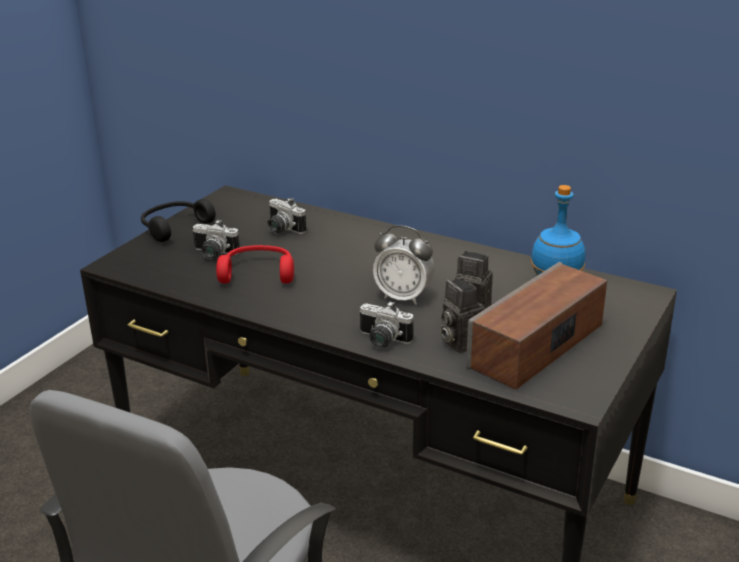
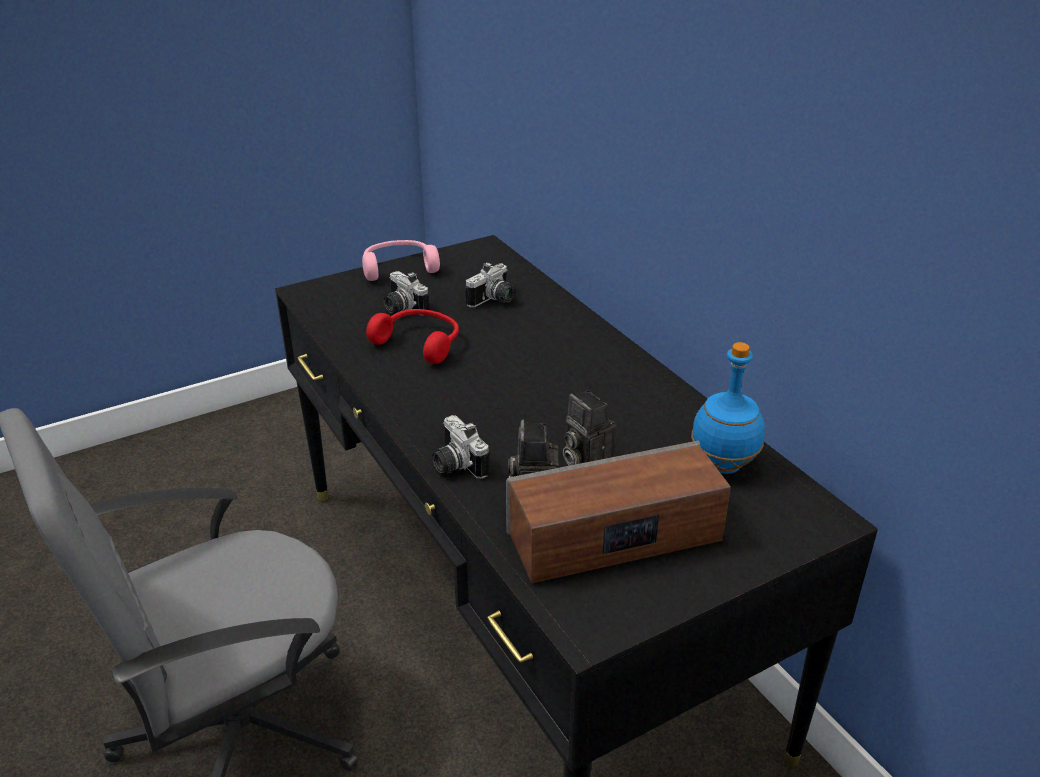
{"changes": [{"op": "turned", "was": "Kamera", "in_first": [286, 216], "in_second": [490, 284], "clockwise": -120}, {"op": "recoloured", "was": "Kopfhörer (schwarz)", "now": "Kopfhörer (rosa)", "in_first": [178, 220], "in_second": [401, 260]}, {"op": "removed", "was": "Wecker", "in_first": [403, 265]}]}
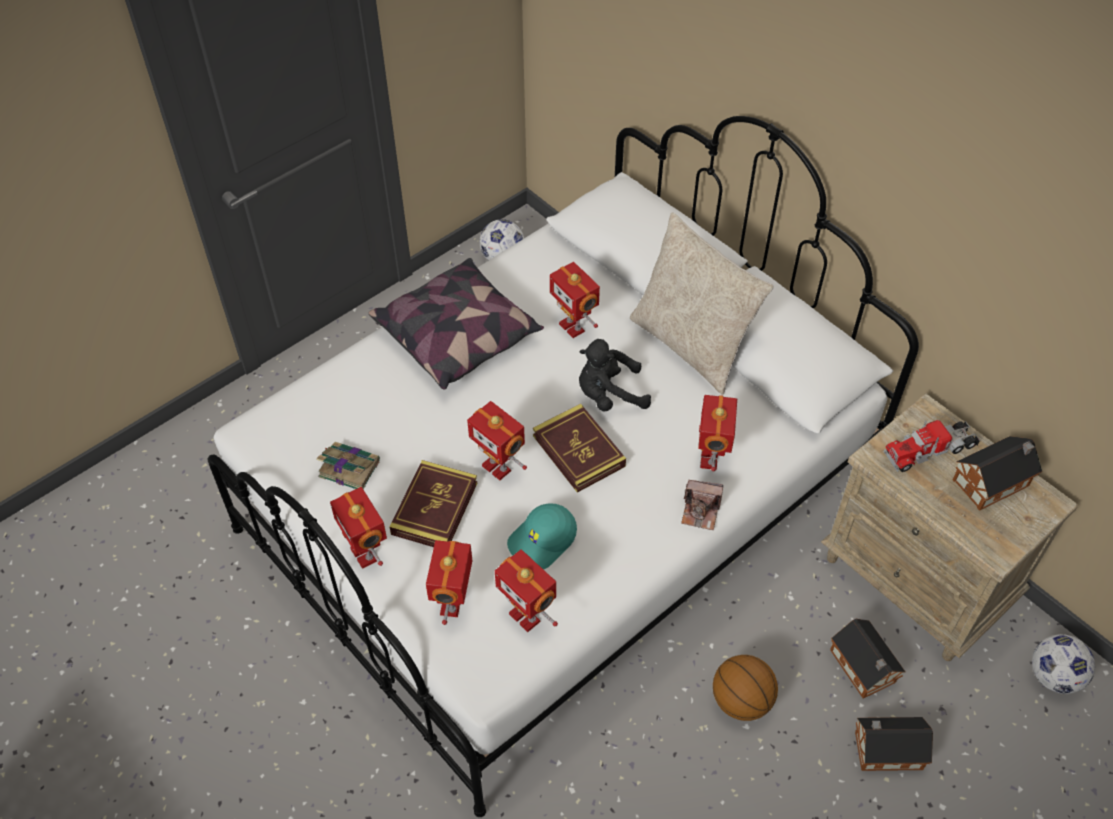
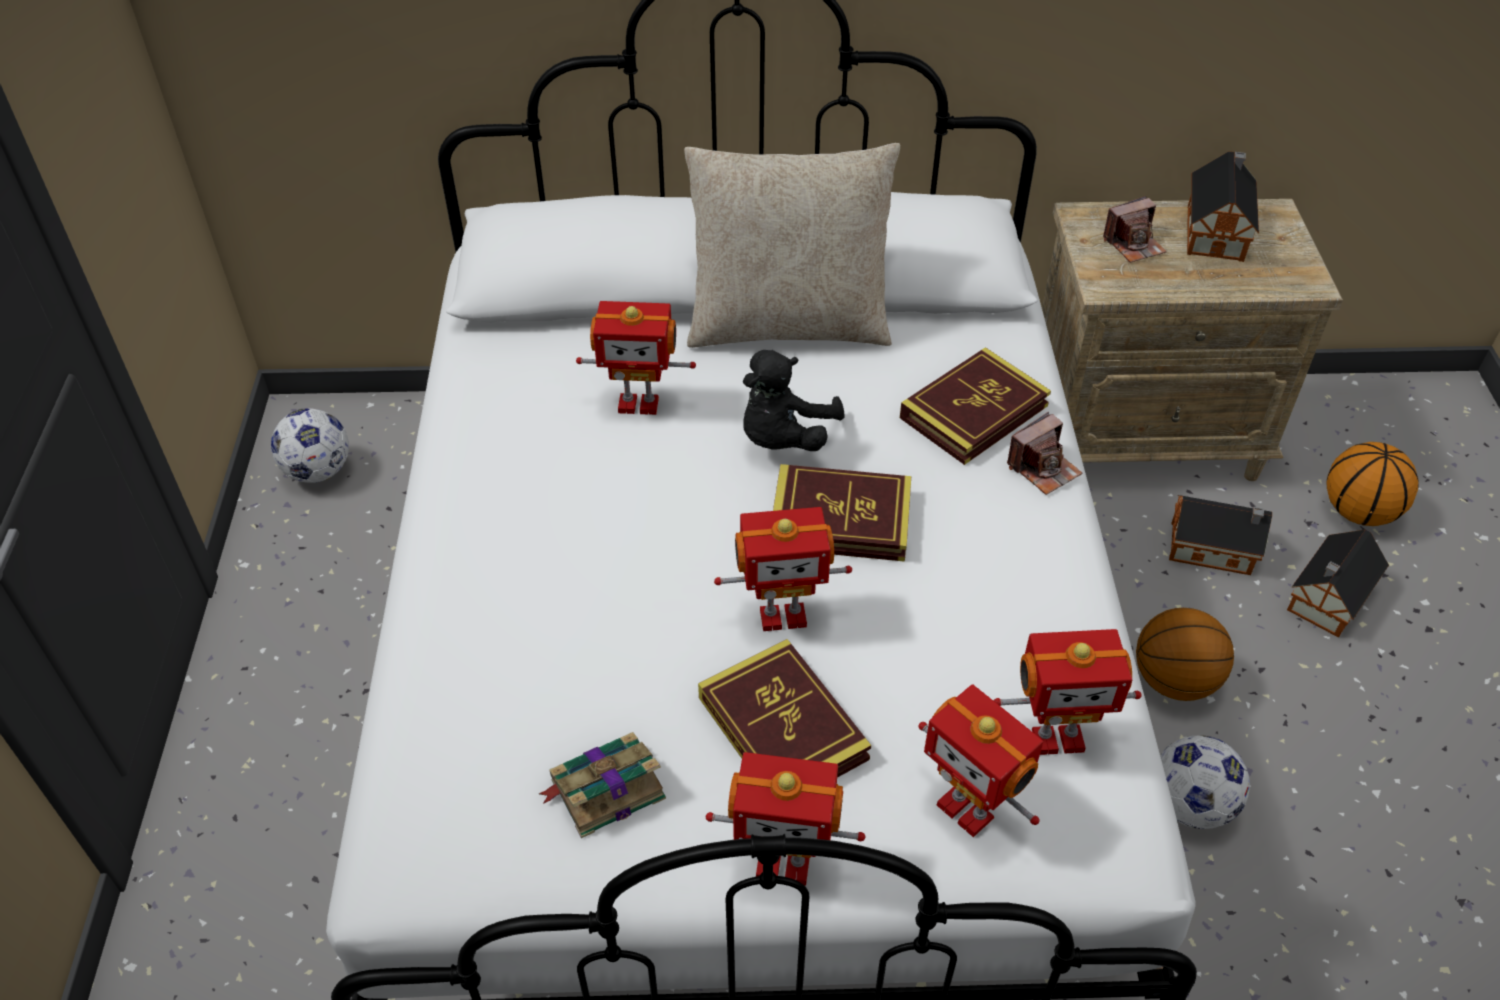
{"changes": [{"op": "removed", "was": "Kissen", "in_first": [456, 324]}, {"op": "replaced", "was": "Spielzeugroboter", "now": "Buch", "in_first": [717, 433], "in_second": [975, 406]}, {"op": "replaced", "was": "Spielzeuglaster", "now": "Kamera", "in_first": [932, 446], "in_second": [1135, 229]}, {"op": "removed", "was": "Kappe (türkis)", "in_first": [542, 536]}, {"op": "moved", "was": "Fußball", "in_first": [1063, 664], "in_second": [1205, 782]}, {"op": "added", "now": "Basketball", "in_second": [1373, 484]}]}
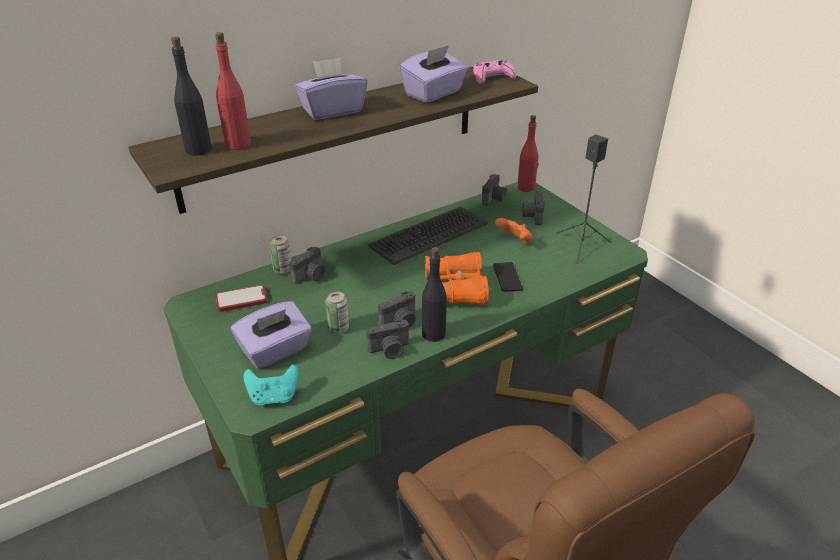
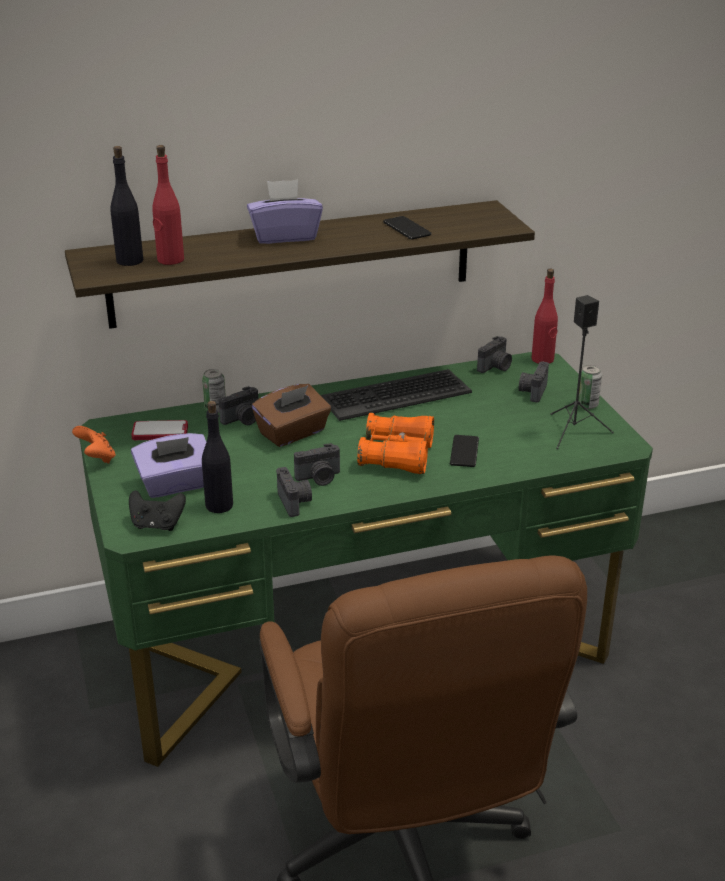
{"changes": [{"op": "replaced", "was": "Taschentuchbox (lila)", "now": "Handy", "in_first": [433, 74], "in_second": [407, 228]}, {"op": "removed", "was": "Gamepad (rosa)", "in_first": [494, 72]}, {"op": "moved", "was": "Gamepad (orange)", "in_first": [514, 231], "in_second": [94, 444]}, {"op": "moved", "was": "Flasche (schwarz)", "in_first": [434, 294], "in_second": [217, 457]}, {"op": "moved", "was": "Dose", "in_first": [337, 312], "in_second": [590, 387]}, {"op": "turned", "was": "Kamera", "in_first": [387, 338], "in_second": [294, 492], "clockwise": -105}, {"op": "recoloured", "was": "Gamepad (türkis)", "now": "Gamepad (schwarz)", "in_first": [271, 384], "in_second": [157, 510]}, {"op": "added", "now": "Taschentuchbox (braun)", "in_second": [291, 415]}]}
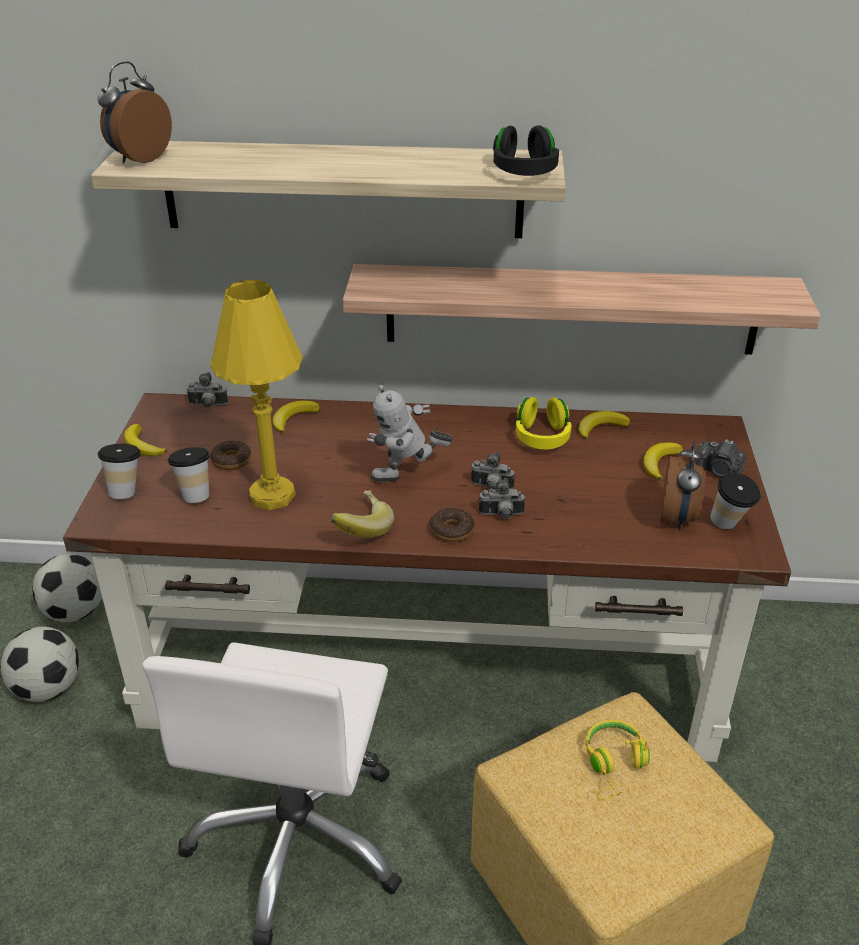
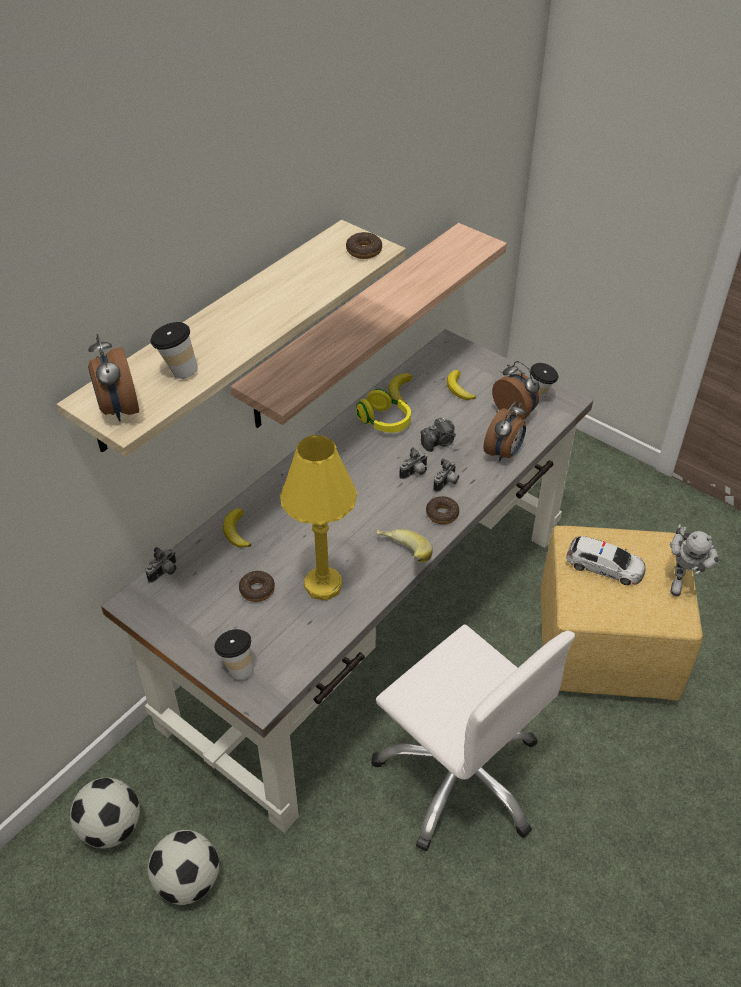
{"changes": [{"op": "replaced", "was": "Kopfhörer (schwarz)", "now": "Donut", "in_first": [526, 150], "in_second": [364, 245]}, {"op": "moved", "was": "Spielzeugroboter", "in_first": [410, 433], "in_second": [695, 560]}, {"op": "recoloured", "was": "Schreibtisch (braun)", "now": "Schreibtisch (grau)", "in_first": [427, 577], "in_second": [347, 581]}, {"op": "removed", "was": "Banane", "in_first": [145, 440]}, {"op": "moved", "was": "Kamera", "in_first": [720, 458], "in_second": [438, 435]}, {"op": "moved", "was": "Tasse", "in_first": [189, 475], "in_second": [174, 350]}, {"op": "replaced", "was": "Kopfhörer (gelb)", "now": "Spielzeugauto", "in_first": [617, 759], "in_second": [606, 560]}, {"op": "added", "now": "Wecker", "in_second": [504, 432]}]}
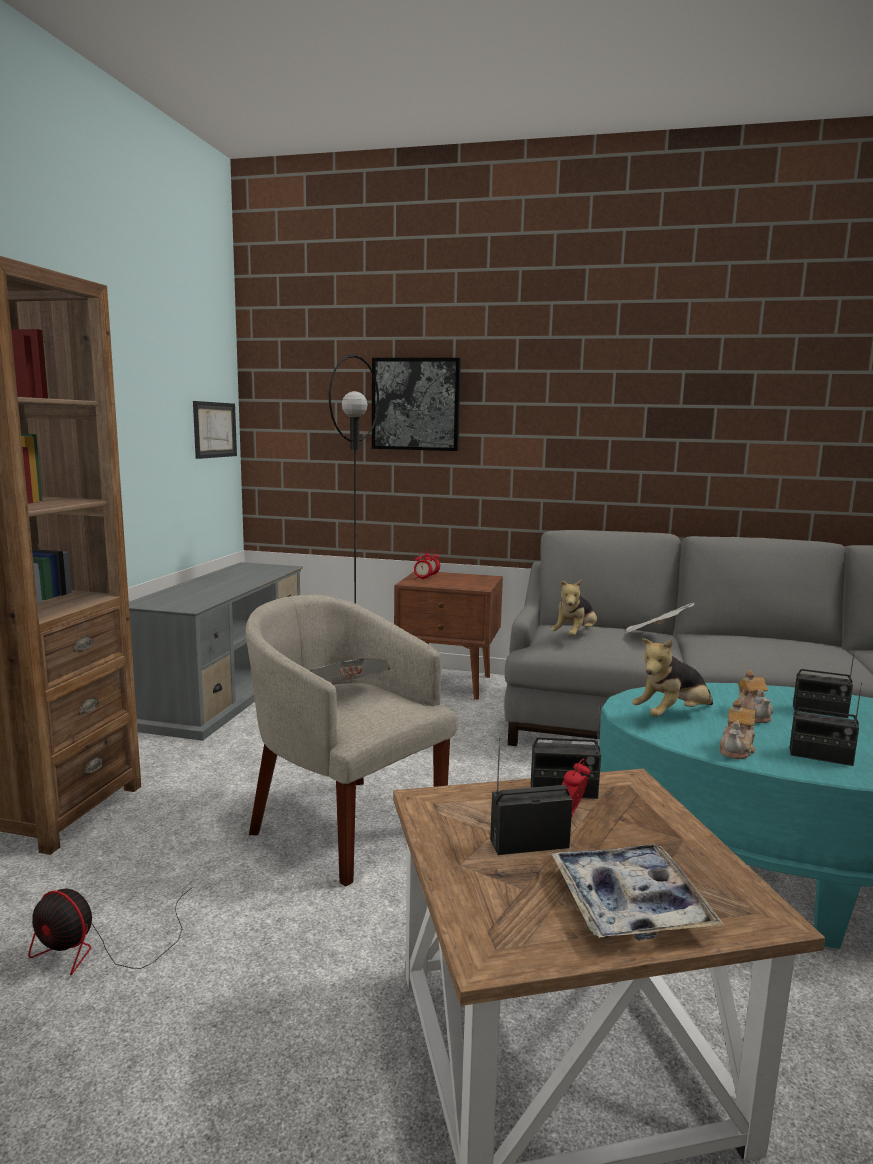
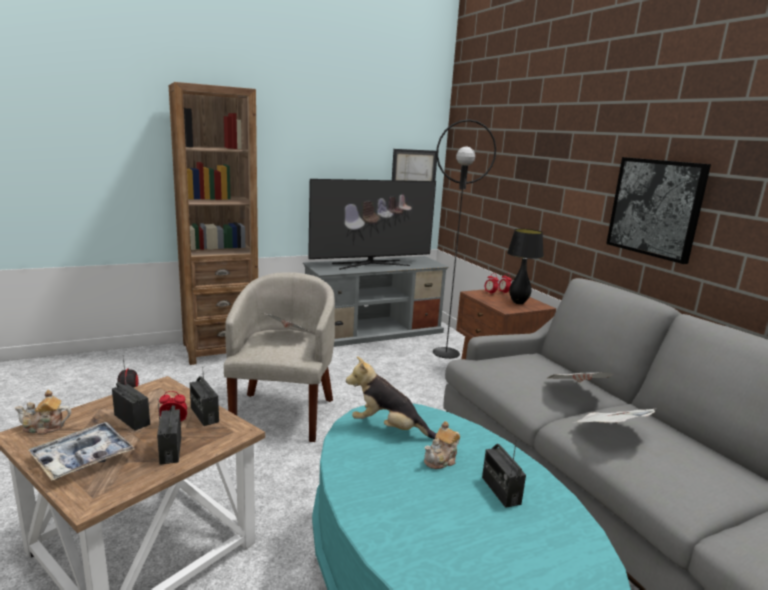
{"changes": [{"op": "moved", "was": "Bild", "in_first": [416, 404], "in_second": [658, 210]}, {"op": "removed", "was": "Plüschtier", "in_first": [573, 607]}, {"op": "moved", "was": "Radio", "in_first": [826, 724], "in_second": [169, 431]}, {"op": "moved", "was": "Teekanne", "in_first": [737, 729], "in_second": [43, 412]}, {"op": "added", "now": "Fernseher", "in_second": [372, 224]}, {"op": "added", "now": "Tischlampe (schwarz)", "in_second": [525, 266]}, {"op": "added", "now": "Zeitung", "in_second": [613, 416]}]}
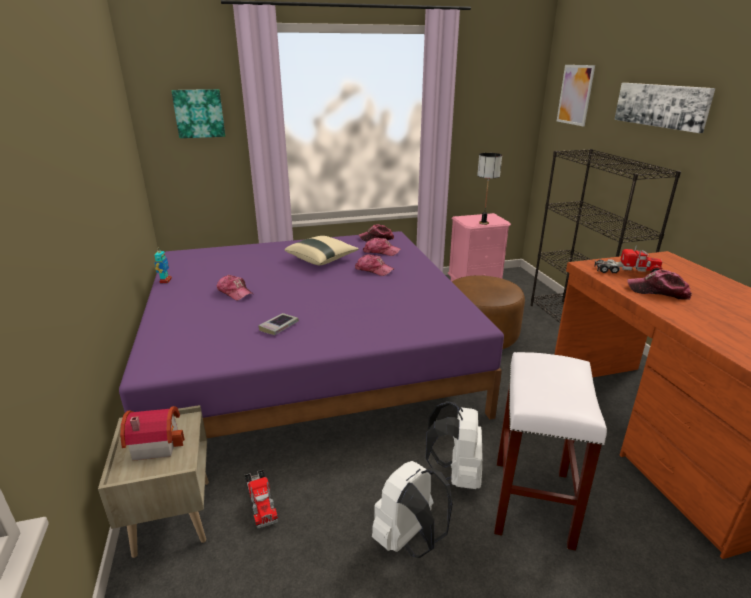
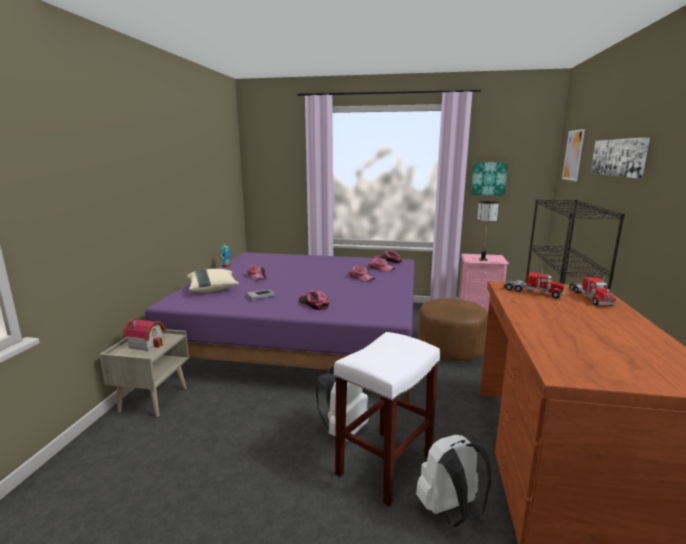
{"changes": [{"op": "moved", "was": "Bild", "in_first": [198, 113], "in_second": [489, 178]}, {"op": "moved", "was": "Kissen (beige)", "in_first": [322, 250], "in_second": [213, 280]}, {"op": "moved", "was": "Kappe", "in_first": [659, 285], "in_second": [314, 300]}, {"op": "moved", "was": "Rucksack (weiß)", "in_first": [412, 509], "in_second": [453, 481]}, {"op": "moved", "was": "Spielzeuglaster", "in_first": [261, 499], "in_second": [592, 291]}]}
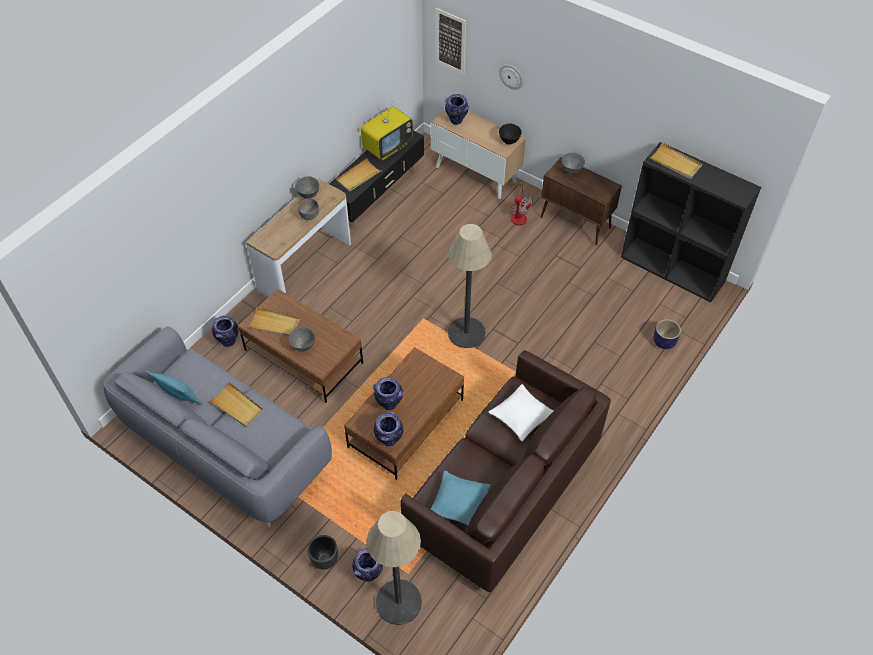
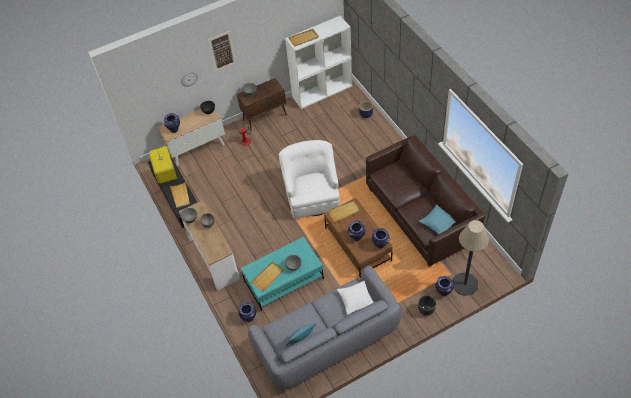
{"changes": [{"op": "moved", "was": "Bild", "in_first": [451, 41], "in_second": [222, 51]}, {"op": "recoloured", "was": "Bücherregal (schwarz)", "now": "Bücherregal (weiß)", "in_first": [691, 222], "in_second": [318, 62]}, {"op": "replaced", "was": "Stehlampe", "now": "Sessel (weiß)", "in_first": [470, 286], "in_second": [309, 179]}, {"op": "recoloured", "was": "Couchtisch (braun)", "now": "Couchtisch (türkis)", "in_first": [300, 346], "in_second": [282, 274]}, {"op": "moved", "was": "Tablett (beige)", "in_first": [236, 404], "in_second": [344, 211]}, {"op": "moved", "was": "Kissen (weiß)", "in_first": [521, 412], "in_second": [355, 298]}]}
